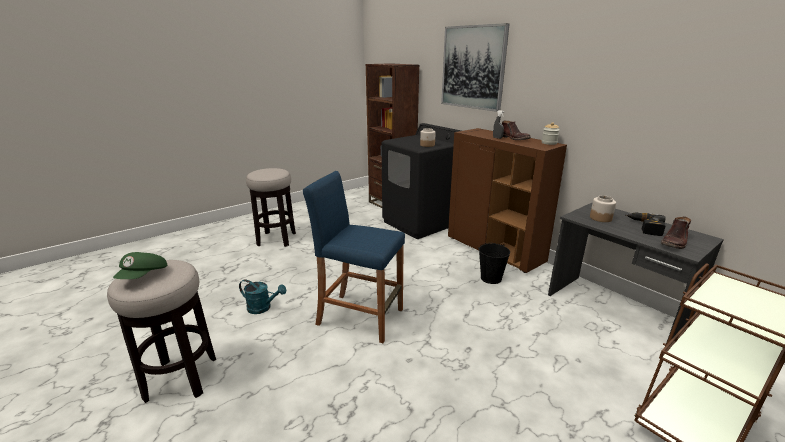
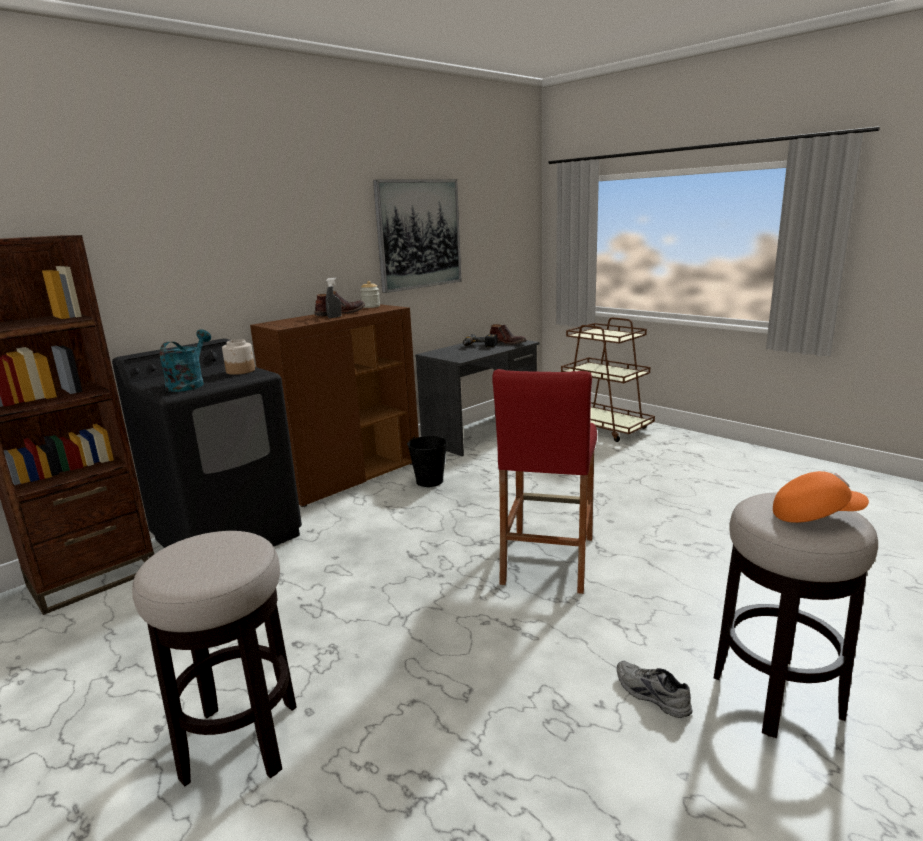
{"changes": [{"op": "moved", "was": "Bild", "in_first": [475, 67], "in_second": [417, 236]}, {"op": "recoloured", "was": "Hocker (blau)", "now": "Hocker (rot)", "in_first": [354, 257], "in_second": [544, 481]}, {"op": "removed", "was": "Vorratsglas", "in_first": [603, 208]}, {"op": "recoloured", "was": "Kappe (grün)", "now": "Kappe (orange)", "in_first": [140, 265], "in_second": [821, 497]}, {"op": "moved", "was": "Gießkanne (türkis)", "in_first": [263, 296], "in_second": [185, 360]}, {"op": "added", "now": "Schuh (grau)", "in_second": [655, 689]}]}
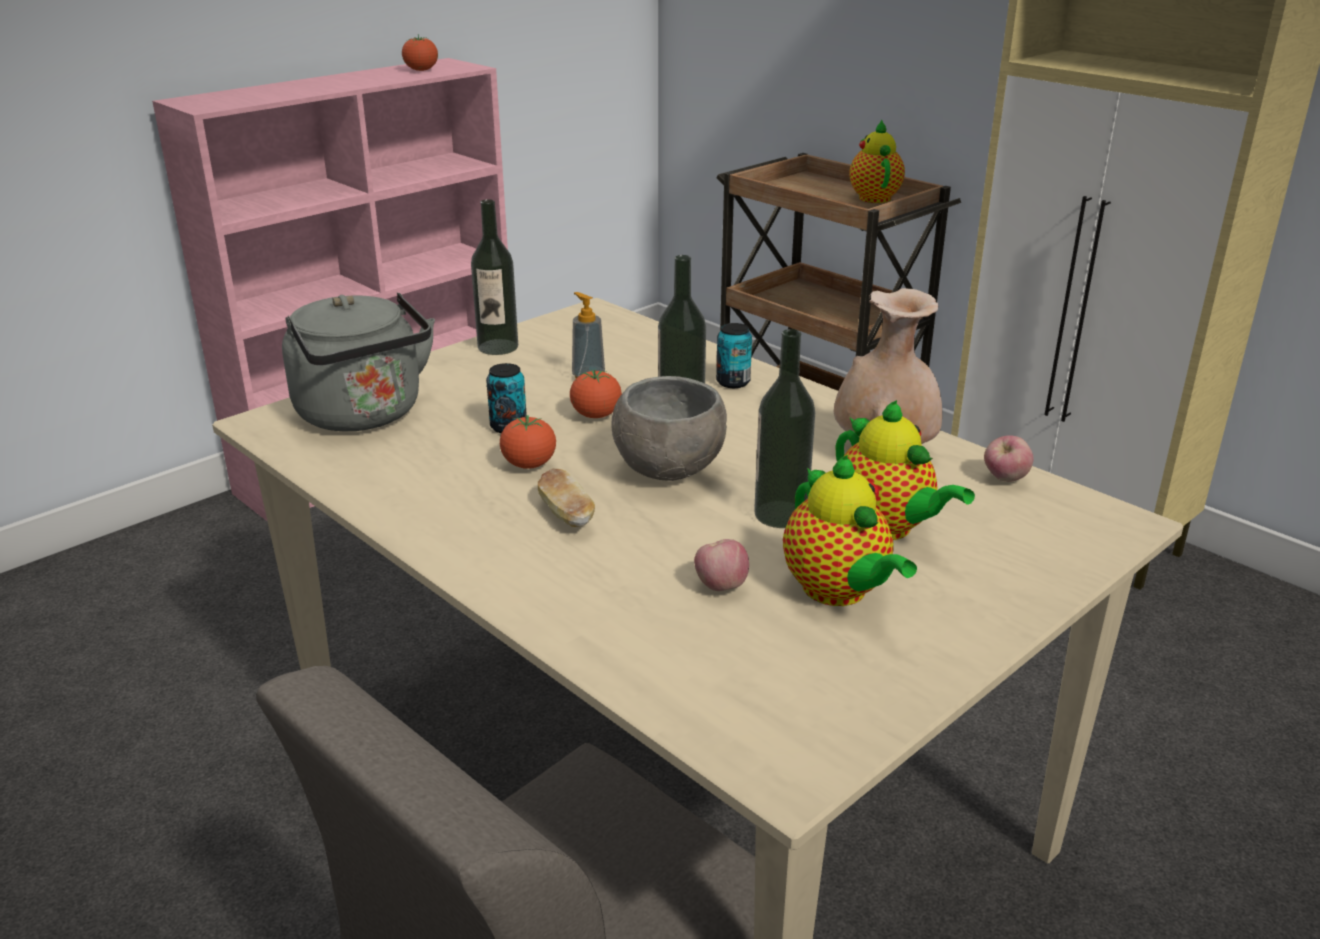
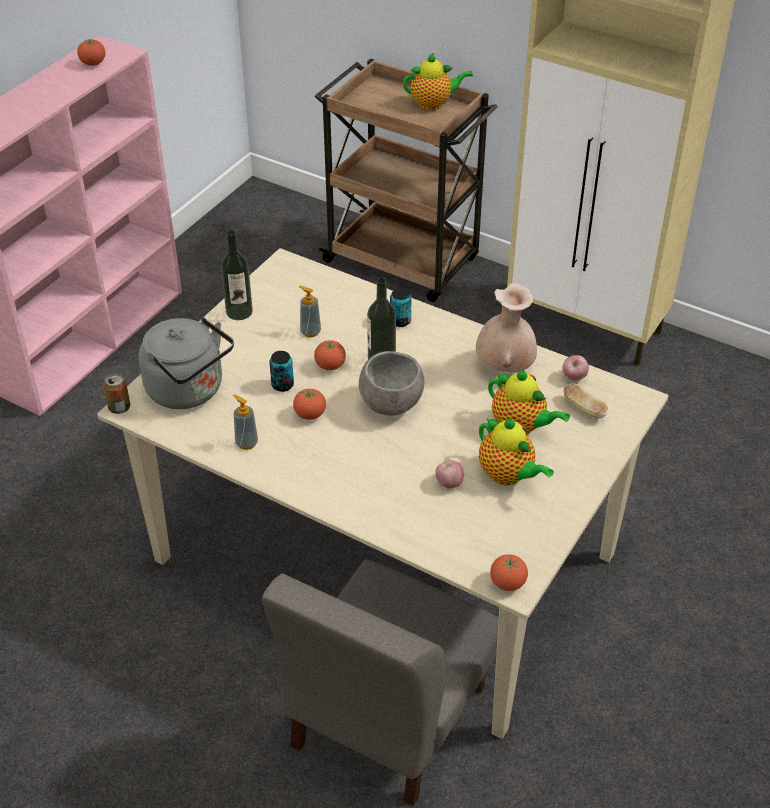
{"changes": [{"op": "turned", "was": "Teekanne", "in_first": [877, 161], "in_second": [438, 81], "clockwise": 105}, {"op": "removed", "was": "Flasche", "in_first": [784, 428]}, {"op": "moved", "was": "Brot", "in_first": [566, 498], "in_second": [586, 401]}, {"op": "added", "now": "Dose", "in_second": [116, 393]}, {"op": "added", "now": "Seifenspender", "in_second": [245, 422]}, {"op": "added", "now": "Tomate", "in_second": [509, 572]}]}
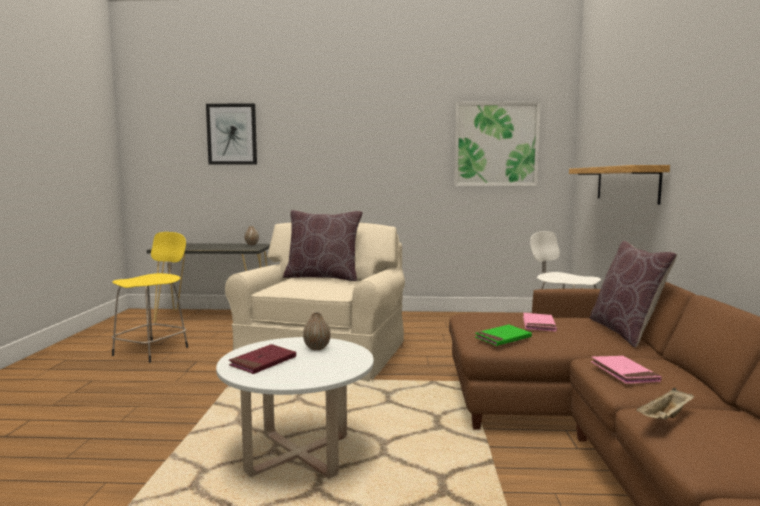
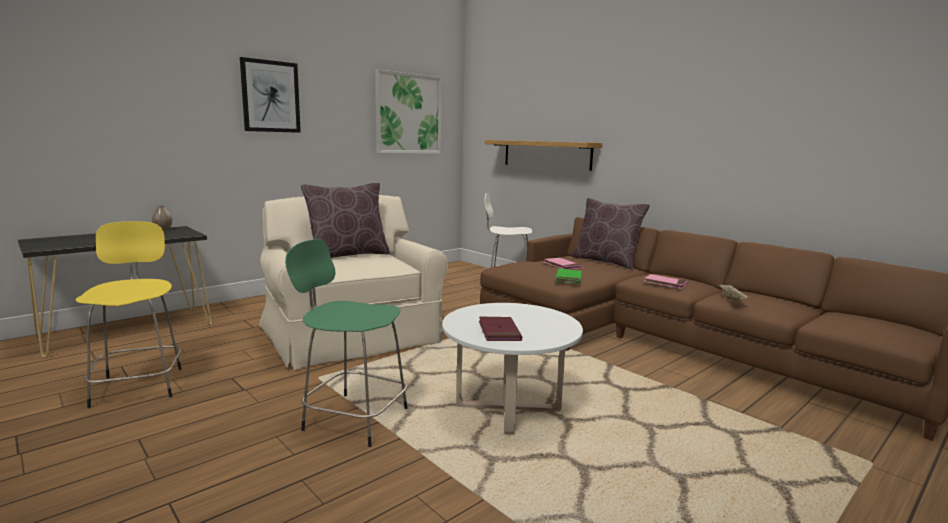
{"changes": [{"op": "moved", "was": "Bild", "in_first": [231, 134], "in_second": [270, 95]}, {"op": "removed", "was": "Vase", "in_first": [317, 331]}, {"op": "added", "now": "Hocker (grün)", "in_second": [346, 343]}]}
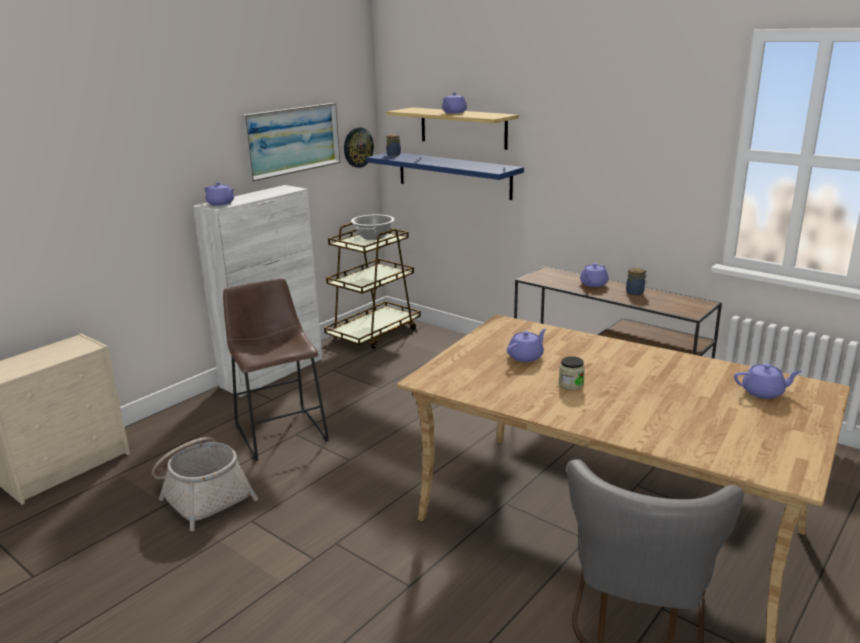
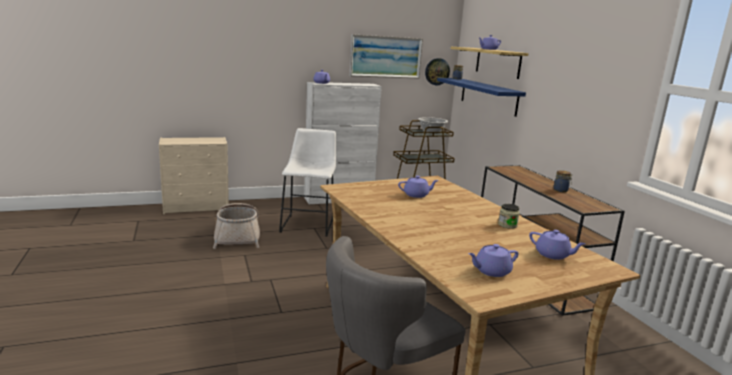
{"changes": [{"op": "moved", "was": "Teekanne (lila)", "in_first": [594, 275], "in_second": [493, 260]}, {"op": "recoloured", "was": "Hocker (braun)", "now": "Hocker (weiß)", "in_first": [276, 370], "in_second": [307, 182]}, {"op": "moved", "was": "Vorratsglas", "in_first": [572, 373], "in_second": [509, 216]}]}
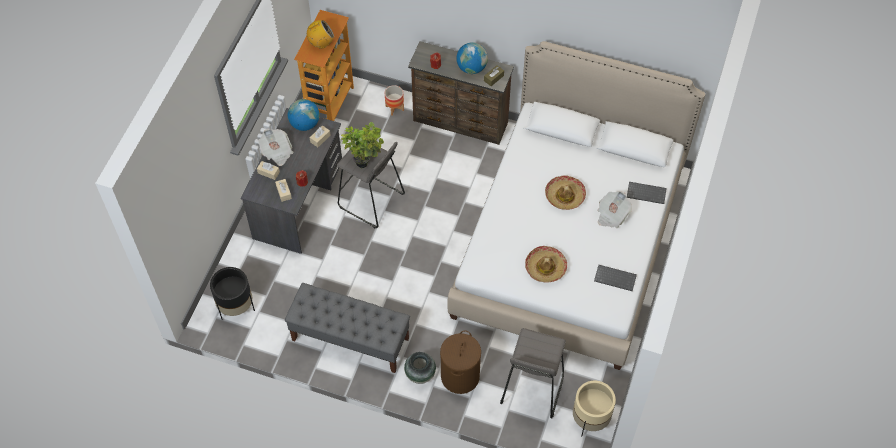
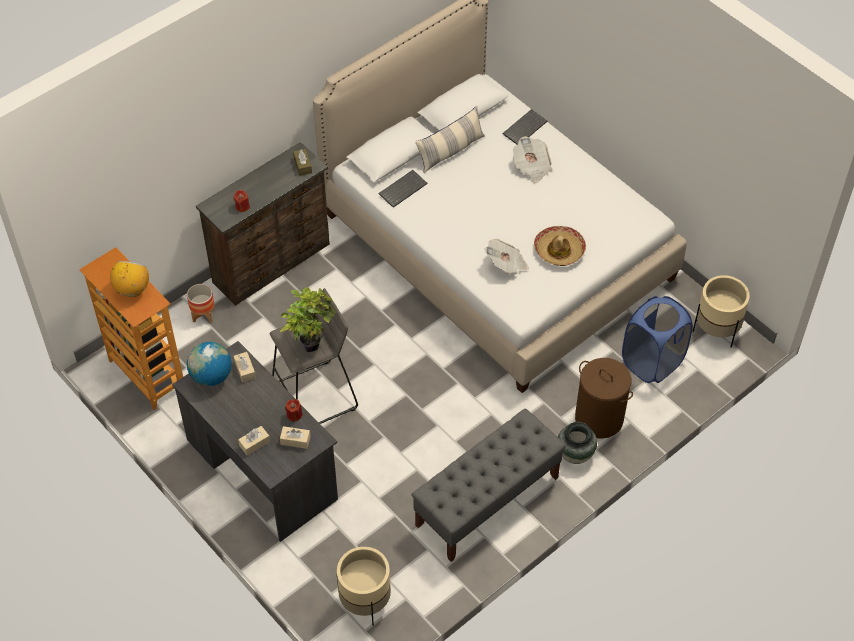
{"changes": [{"op": "removed", "was": "Globus", "in_first": [472, 58]}, {"op": "moved", "was": "Zeitung", "in_first": [276, 147], "in_second": [506, 256]}, {"op": "removed", "was": "Hut", "in_first": [565, 192]}, {"op": "moved", "was": "Tastatur", "in_first": [615, 278], "in_second": [403, 189]}, {"op": "recoloured", "was": "Pflanzkübel (schwarz)", "now": "Pflanzkübel (beige)", "in_first": [232, 293], "in_second": [364, 586]}, {"op": "replaced", "was": "Hocker (grau)", "now": "Wäschekorb (blau)", "in_first": [533, 373], "in_second": [657, 339]}, {"op": "added", "now": "Kissen", "in_second": [450, 139]}]}
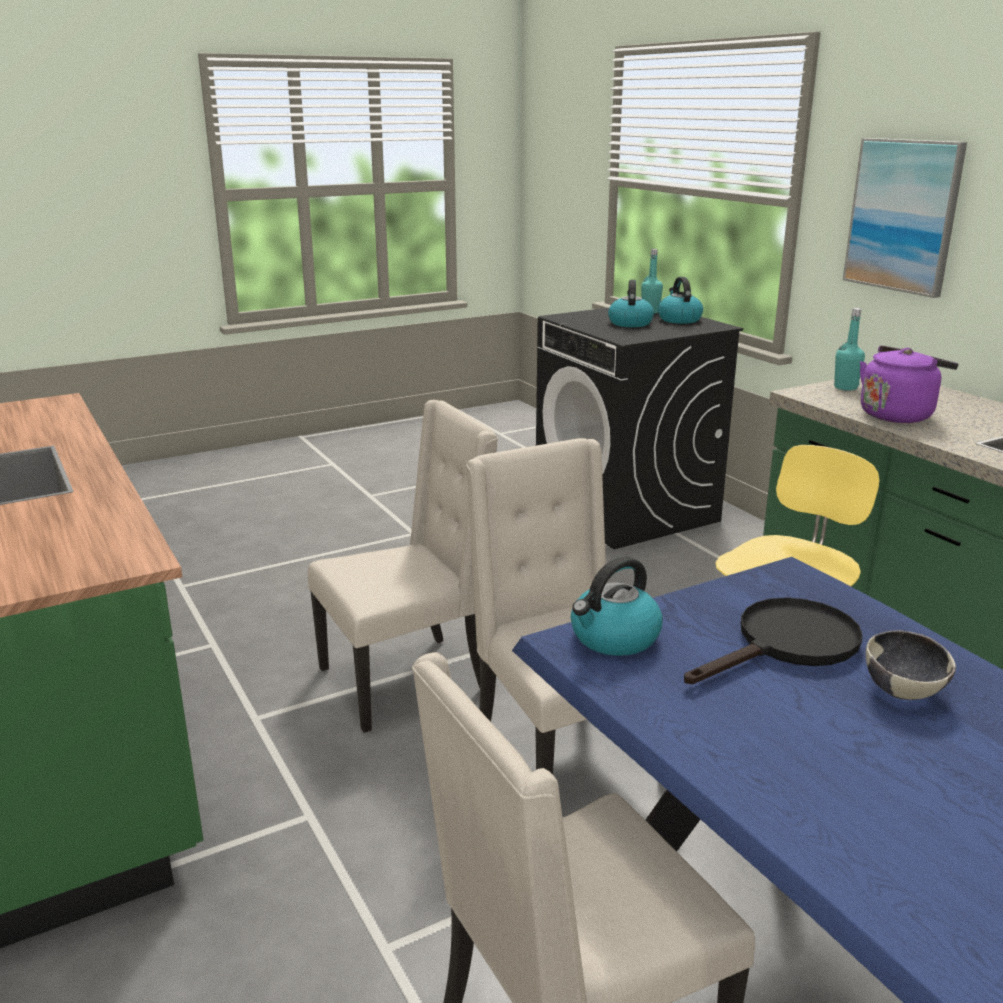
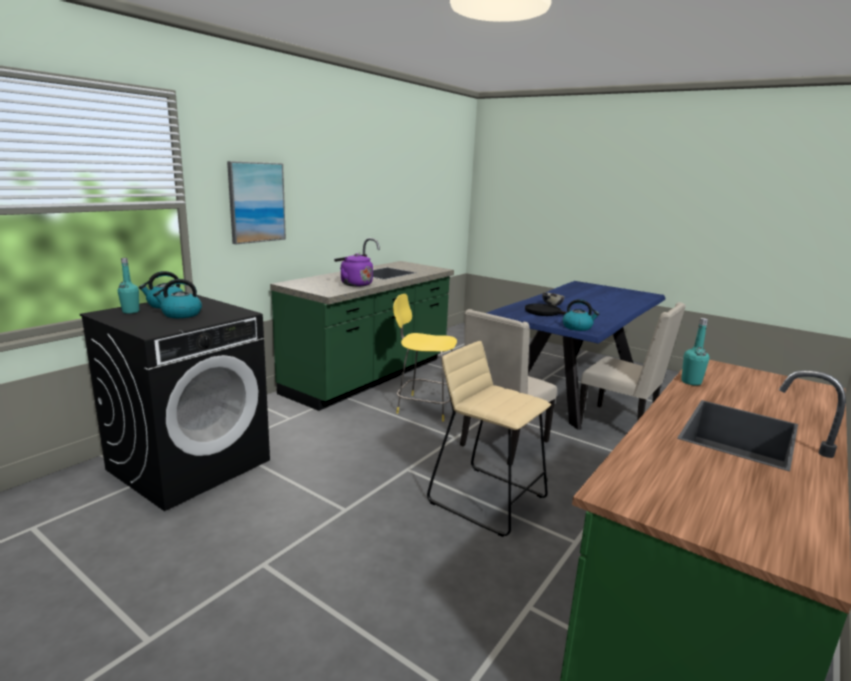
{"changes": [{"op": "moved", "was": "Flasche (türkis)", "in_first": [849, 349], "in_second": [695, 352]}, {"op": "replaced", "was": "Stuhl (beige)", "now": "Hocker (beige)", "in_first": [403, 566], "in_second": [489, 439]}]}
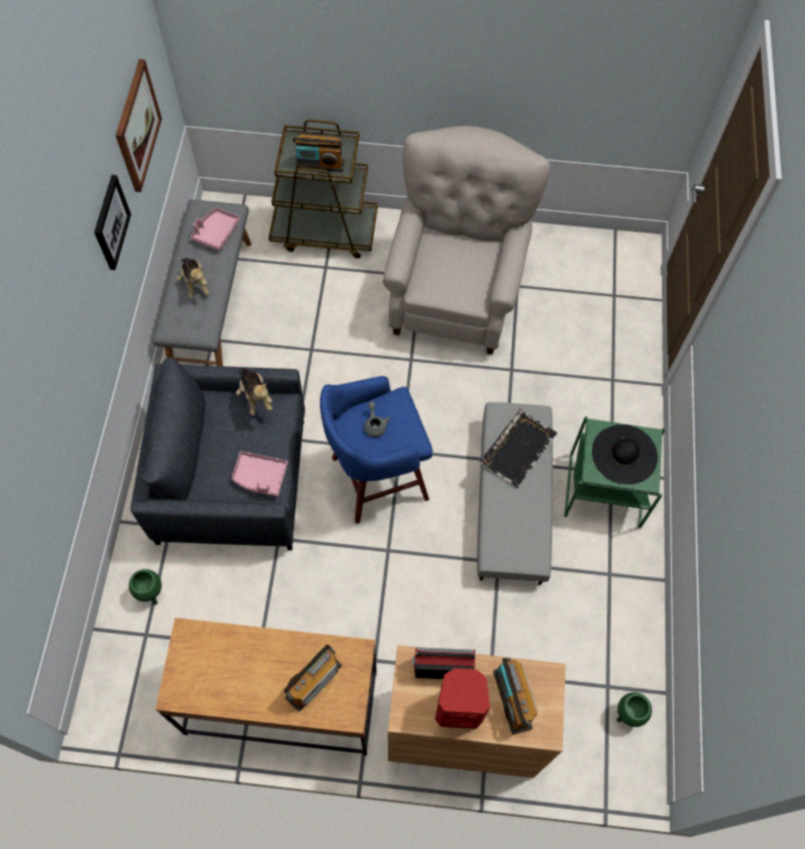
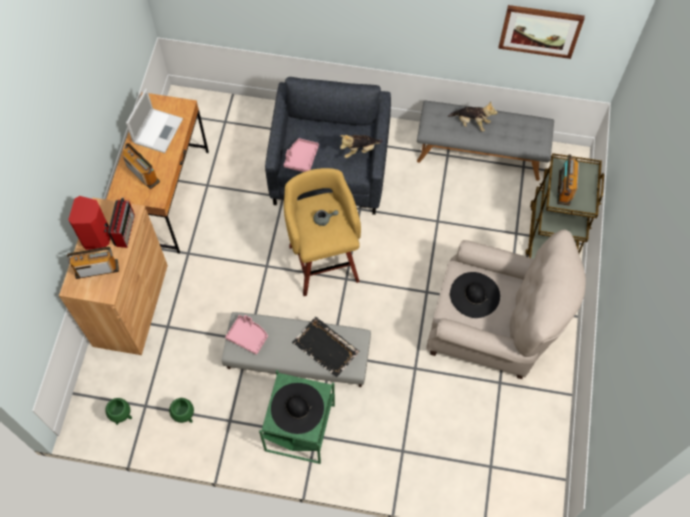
{"changes": [{"op": "removed", "was": "Bild", "in_first": [112, 222]}, {"op": "moved", "was": "Tablett (rosa)", "in_first": [215, 229], "in_second": [246, 335]}, {"op": "turned", "was": "Plüschtier", "in_first": [193, 278], "in_second": [472, 117], "clockwise": -135}, {"op": "recoloured", "was": "Hocker (blau)", "now": "Hocker (gelb)", "in_first": [376, 450], "in_second": [322, 232]}, {"op": "moved", "was": "Pflanzkübel (grün)", "in_first": [145, 587], "in_second": [181, 410]}, {"op": "added", "now": "Laptop", "in_second": [154, 121]}, {"op": "added", "now": "Hut (schwarz)", "in_second": [475, 295]}]}
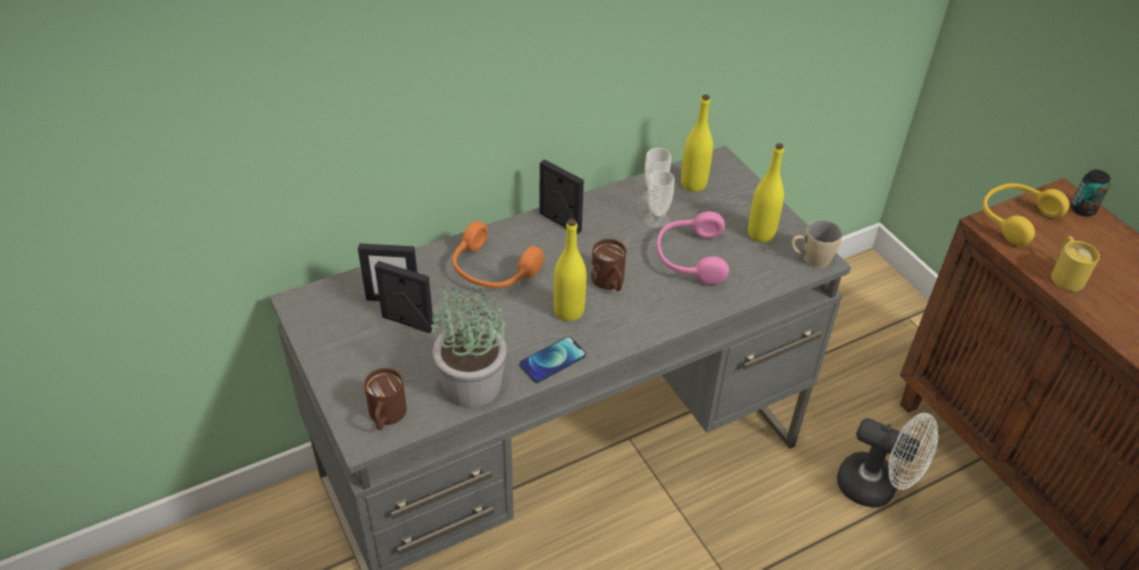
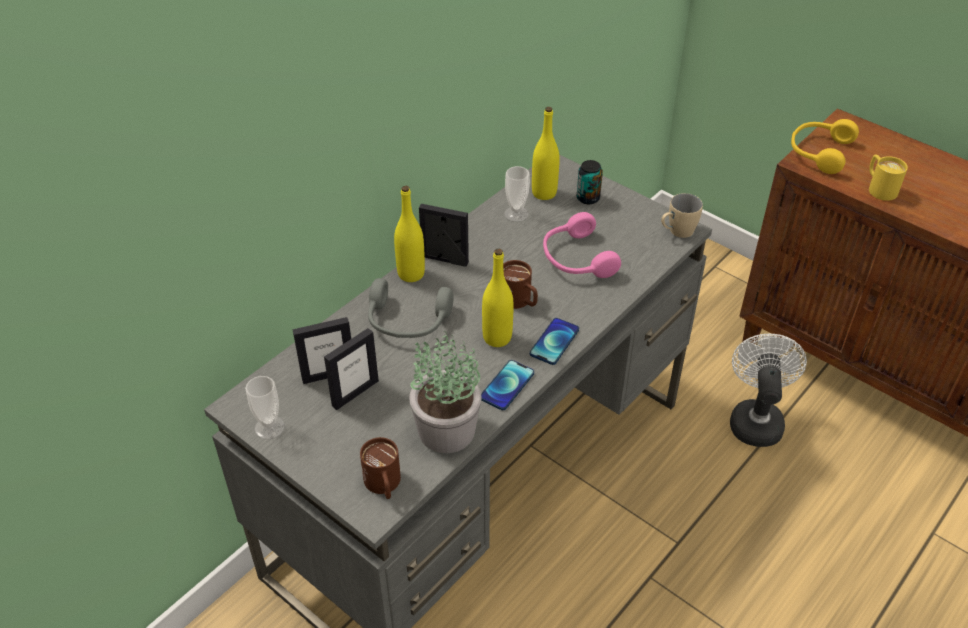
{"changes": [{"op": "moved", "was": "Flasche (gelb)", "in_first": [766, 193], "in_second": [409, 234]}, {"op": "moved", "was": "Dose", "in_first": [1091, 192], "in_second": [590, 182]}, {"op": "moved", "was": "Tasse", "in_first": [659, 199], "in_second": [265, 407]}, {"op": "recoloured", "was": "Kopfhörer (orange)", "now": "Kopfhörer (grau)", "in_first": [498, 254], "in_second": [411, 308]}, {"op": "turned", "was": "Bilderrahmen", "in_first": [404, 297], "in_second": [351, 369], "clockwise": 135}, {"op": "turned", "was": "Ventilator (weiß)", "in_first": [887, 460], "in_second": [768, 390], "clockwise": -90}, {"op": "added", "now": "Handy", "in_second": [554, 341]}]}
